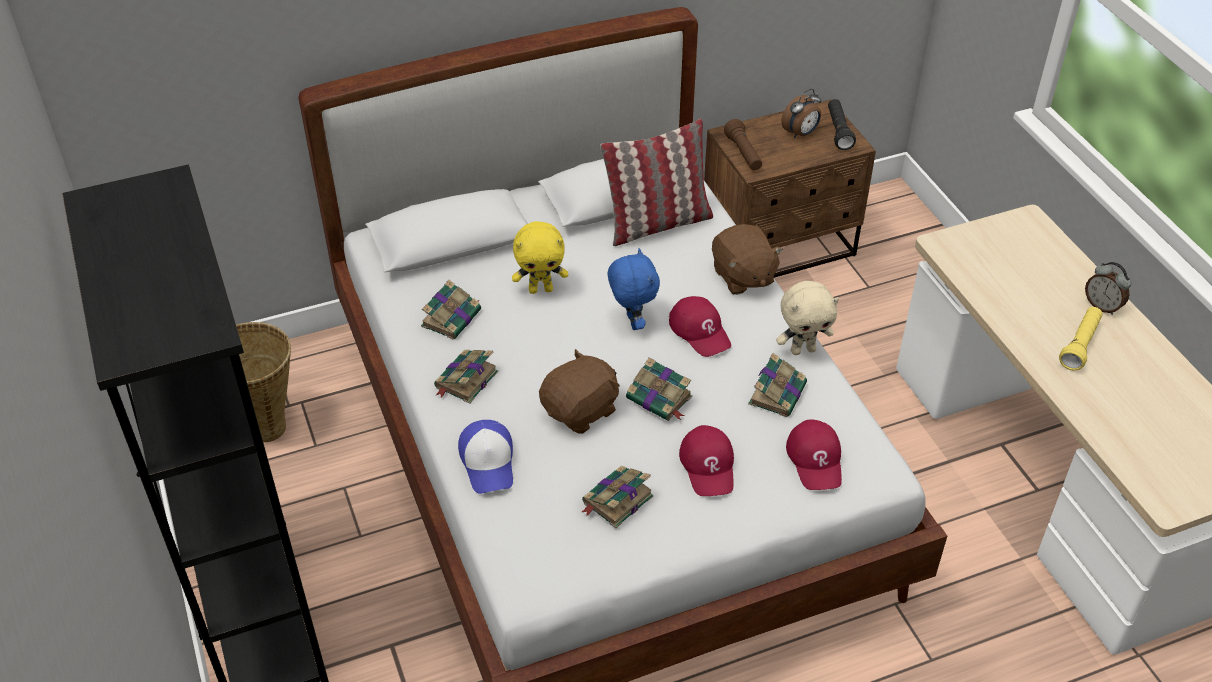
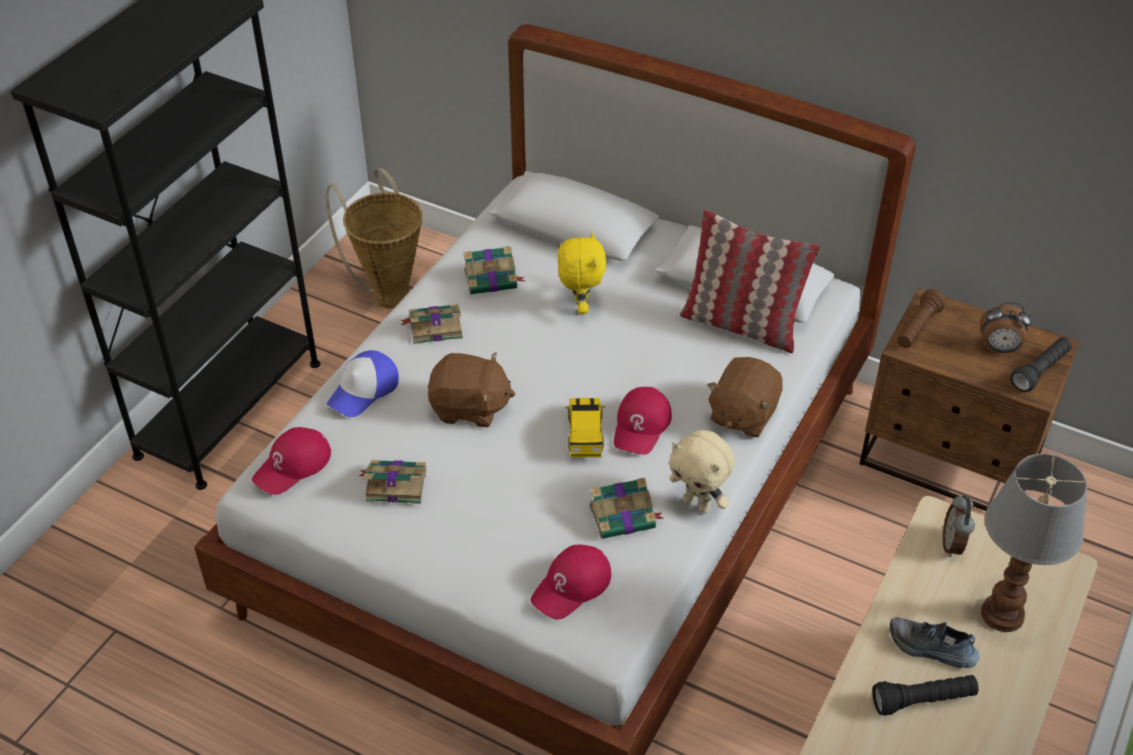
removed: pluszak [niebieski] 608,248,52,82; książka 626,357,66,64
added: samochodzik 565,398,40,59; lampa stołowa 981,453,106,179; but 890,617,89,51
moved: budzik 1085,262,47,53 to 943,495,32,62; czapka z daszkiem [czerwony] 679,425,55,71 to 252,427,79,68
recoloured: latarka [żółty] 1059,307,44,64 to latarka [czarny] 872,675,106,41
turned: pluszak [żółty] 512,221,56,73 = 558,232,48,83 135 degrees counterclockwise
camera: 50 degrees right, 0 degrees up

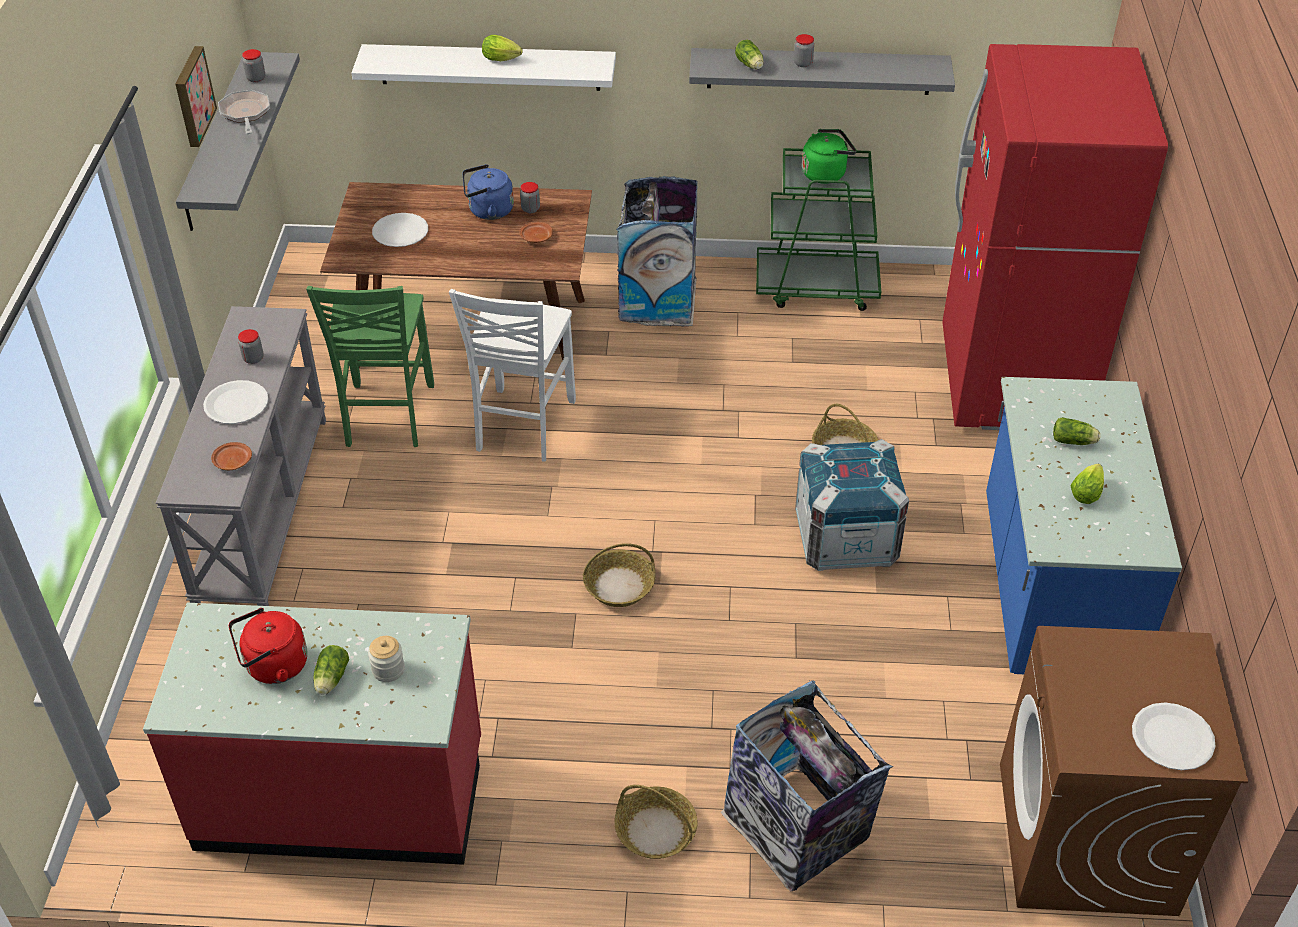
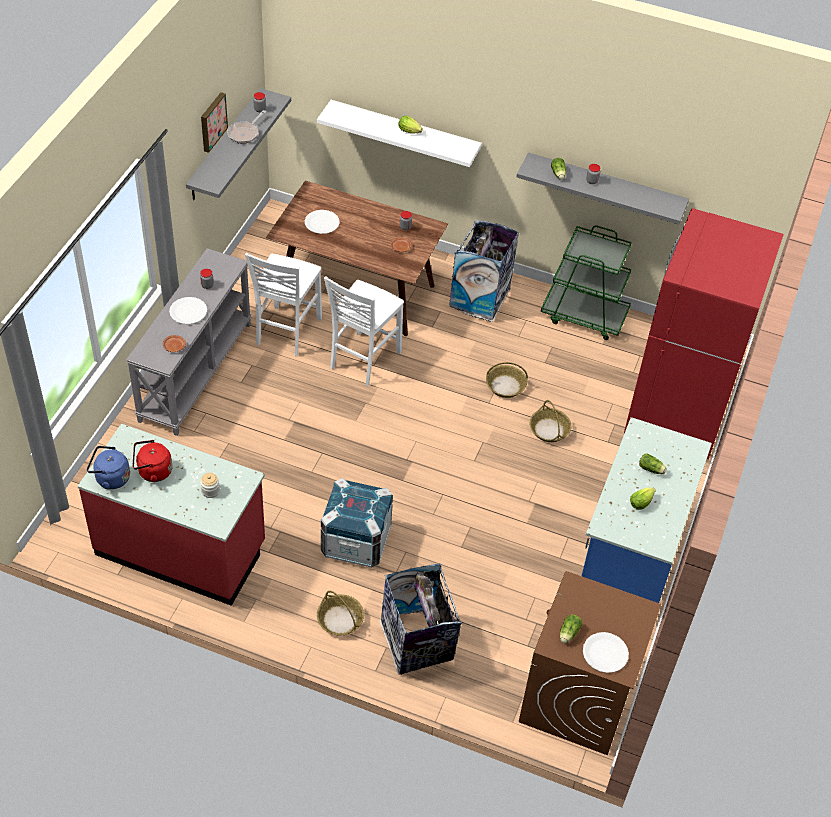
removed: czajnik [zielony] 802,129,55,55
moved: czajnik [niebieski] 462,164,52,56 to 87,446,43,43; skrzynka 795,439,114,132 to 321,478,72,90; koszyk 583,543,73,64 to 486,362,42,36; sałata 313,645,36,50 to 560,614,22,29
recoloured: krzesło [zielony] 306,286,128,161 to krzesło [biały] 245,253,77,103
turned: patelnia 218,90,52,44 = 227,110,39,34 150 degrees counterclockwise
camera: 15 degrees right, 5 degrees up

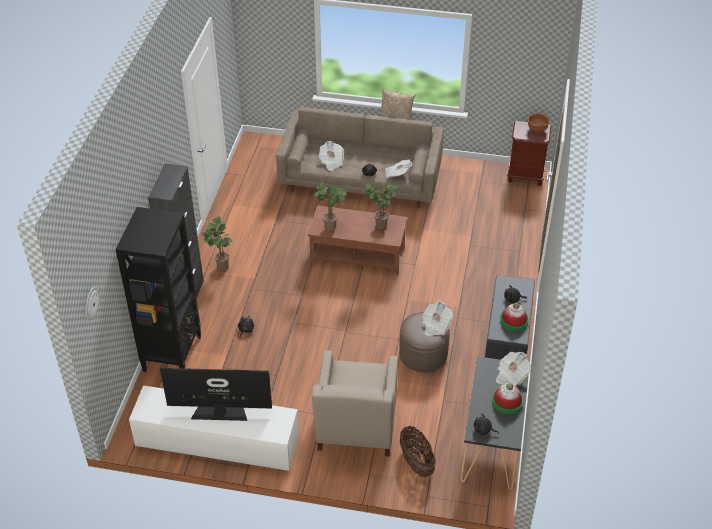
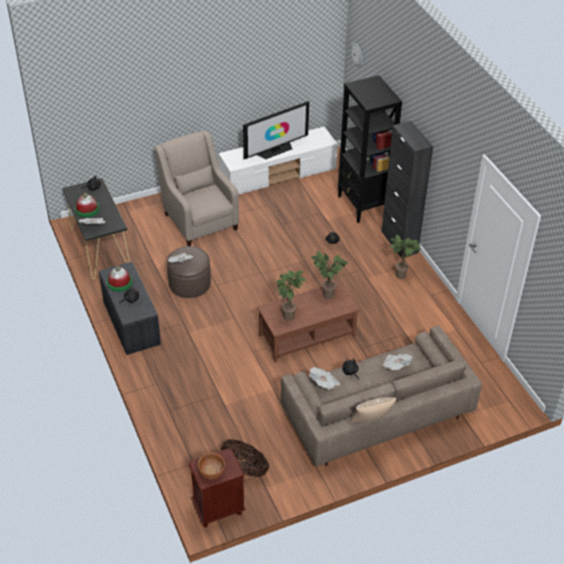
moved: koszyk 400,426,35,51 to 221,439,48,38
camera: 145 degrees right, 0 degrees up

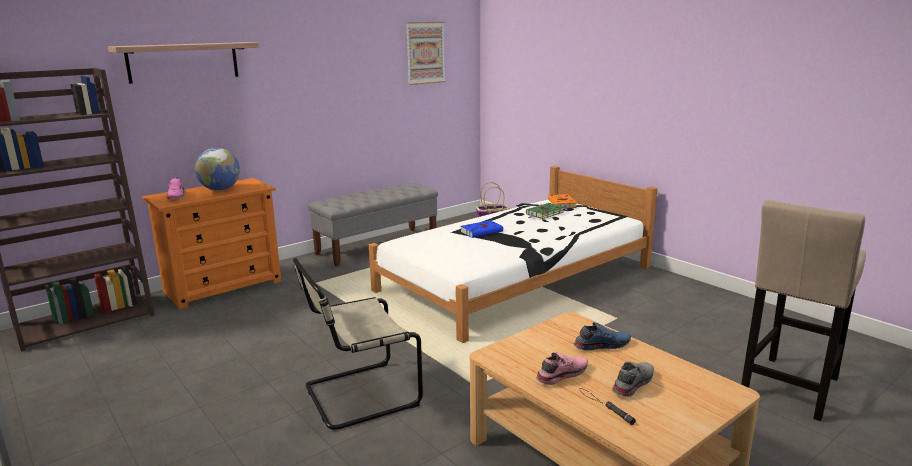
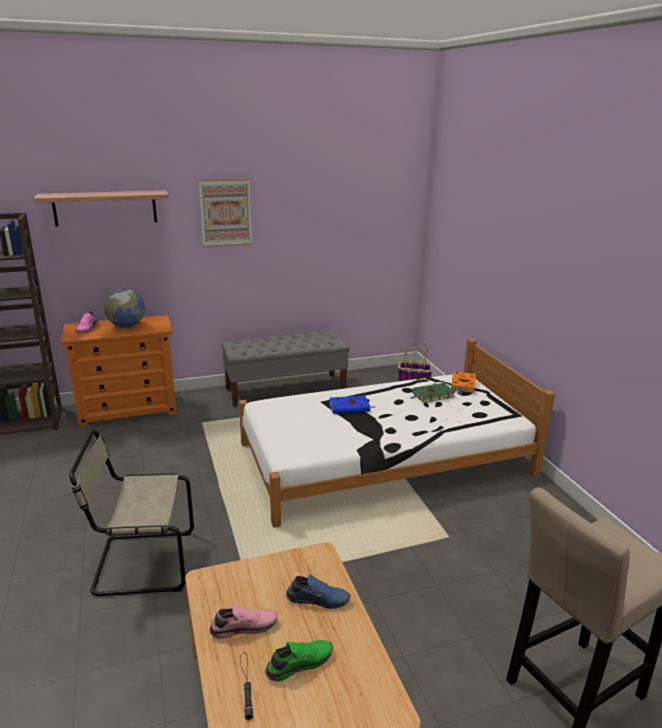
moved: obraz 406,22,39,63 to 199,178,53,69
recoloured: but [szary] 612,361,42,36 to but [zielony] 265,640,68,42
camera: 20 degrees right, 5 degrees up

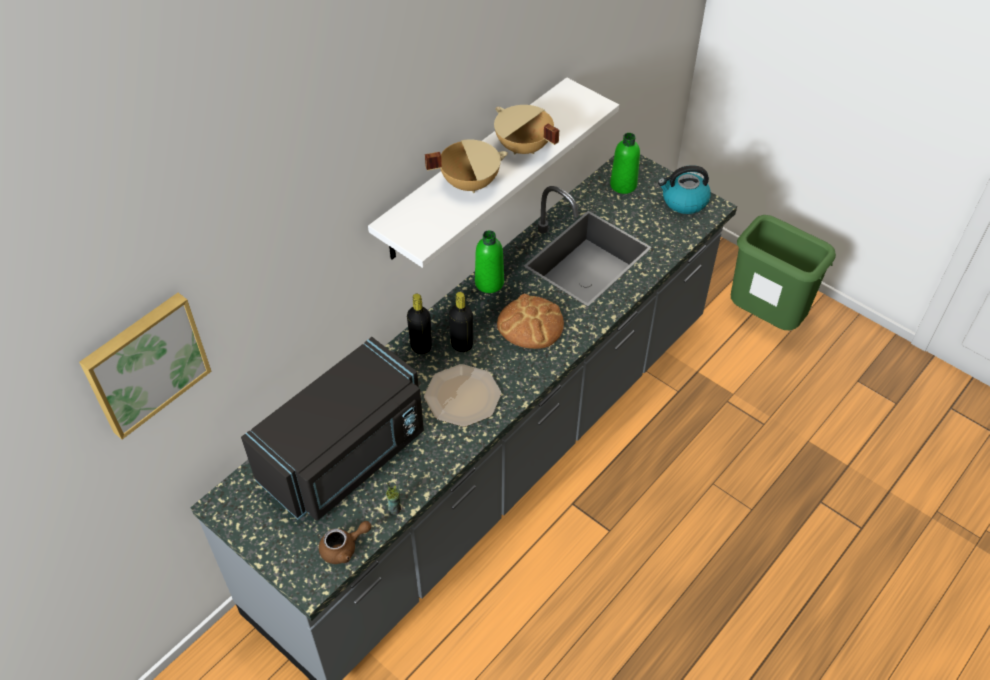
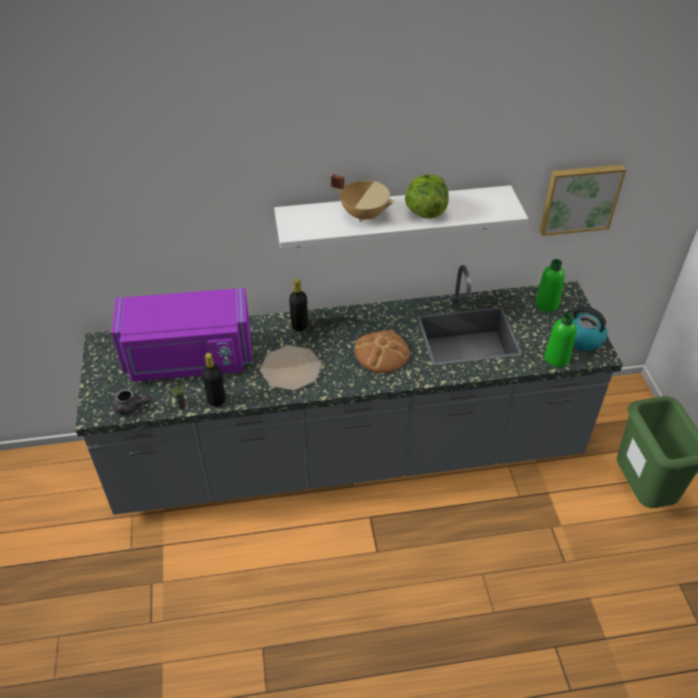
moved: butelka [zielony] 475,230,29,63 to 545,312,32,55; butelka [czarny] 449,292,24,60 to 202,353,23,54; obraz 79,293,132,146 to 539,165,87,71
replaced: garnek [beżowy] 494,105,65,49 to sałata 405,174,44,44
recoloured: mikrofalówka [czarny] 241,337,183,183 to mikrofalówka [fioletowy] 112,288,140,93; imbryk [brązowy] 319,521,52,43 to imbryk [szary] 113,388,38,27
camera: 40 degrees right, 5 degrees down

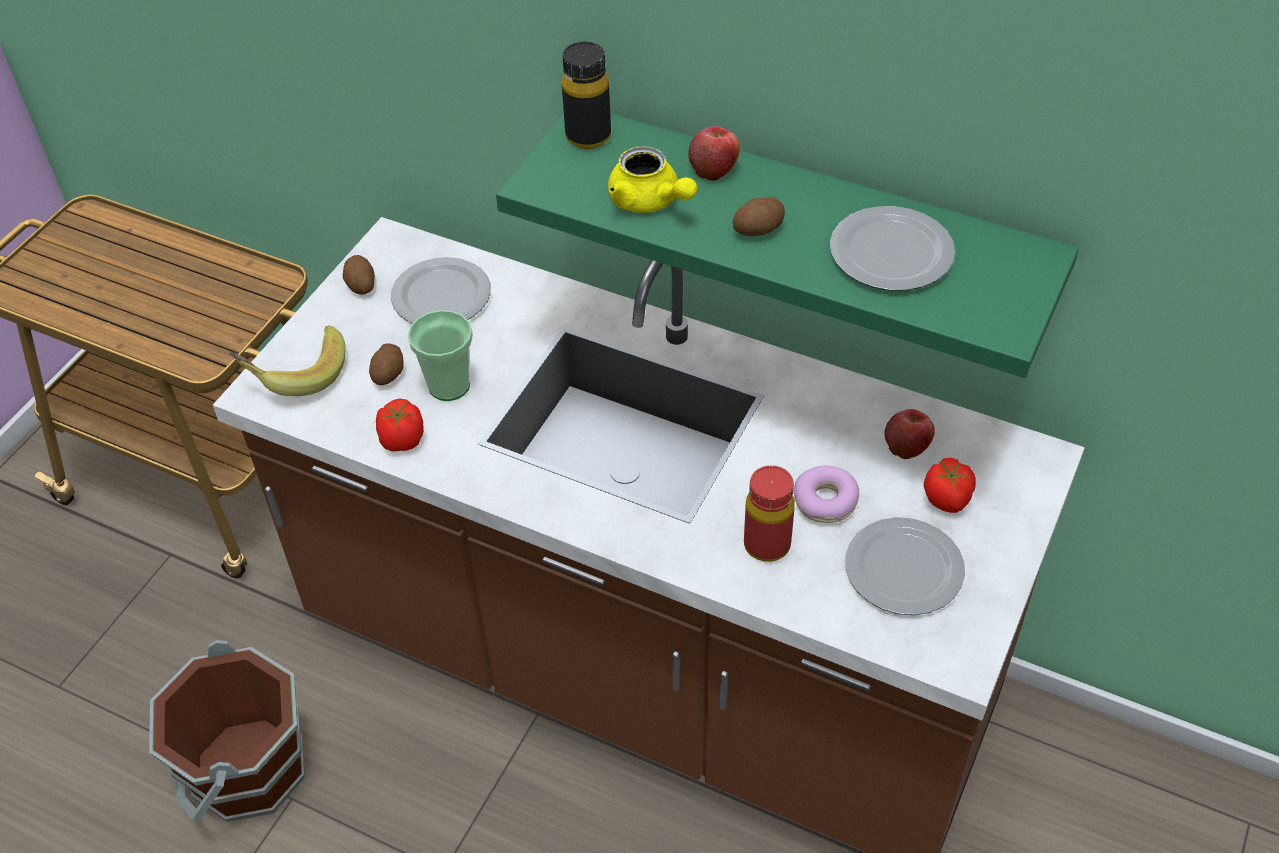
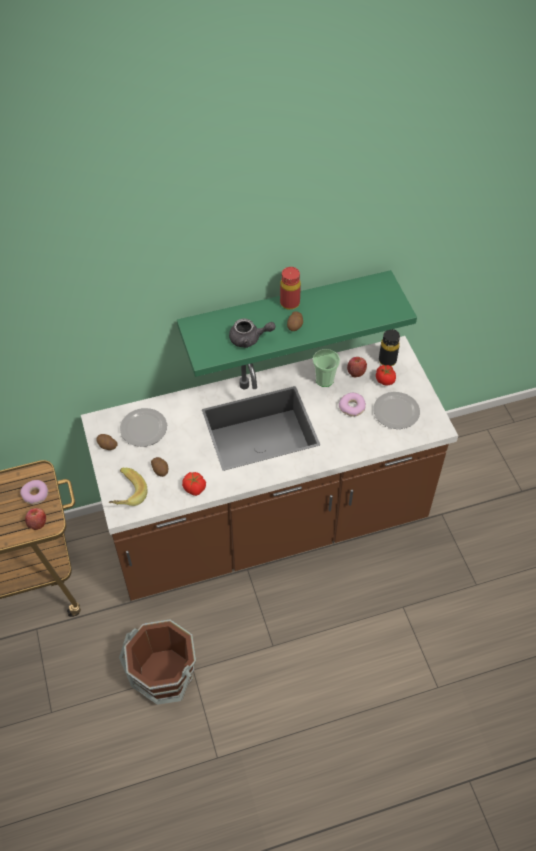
removed: talerz 830,206,125,85
added: donut 20,480,28,24
moved: butelka [czarny] 562,42,49,107 to 379,329,21,37; jabłko 688,126,52,55 to 25,508,21,22; filiżanka 408,310,65,91 to 313,349,27,38; butelka [czerwony] 744,465,51,97 to 280,267,21,43
recoloured: imbryk [żółty] 608,146,90,67 to imbryk [szary] 229,318,47,30
camera: 45 degrees left, 5 degrees up

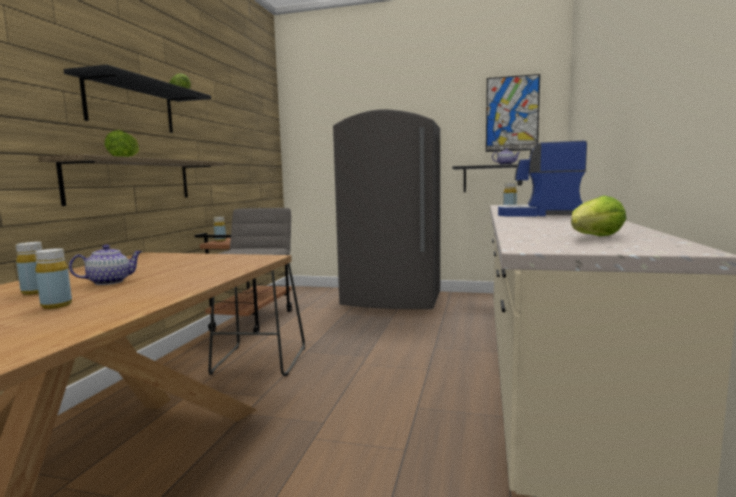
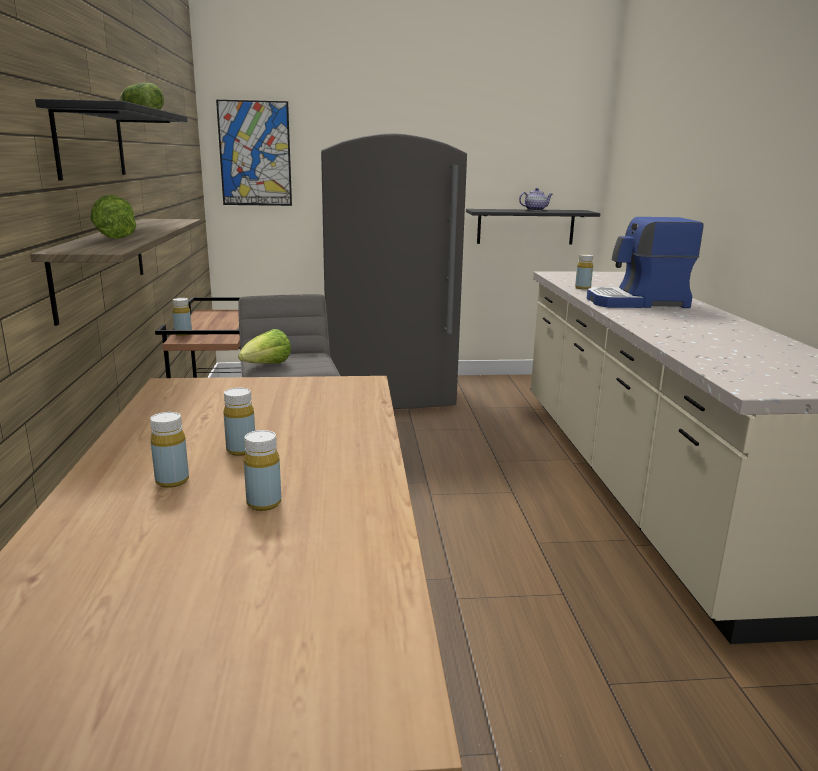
moved: obraz 486,74,54,78 to 216,100,76,106; sałata 571,195,55,41 to 238,329,53,35
replaced: imbryk 69,245,73,40 to butelka [żółty] 224,388,31,68
camera: 20 degrees left, 10 degrees up

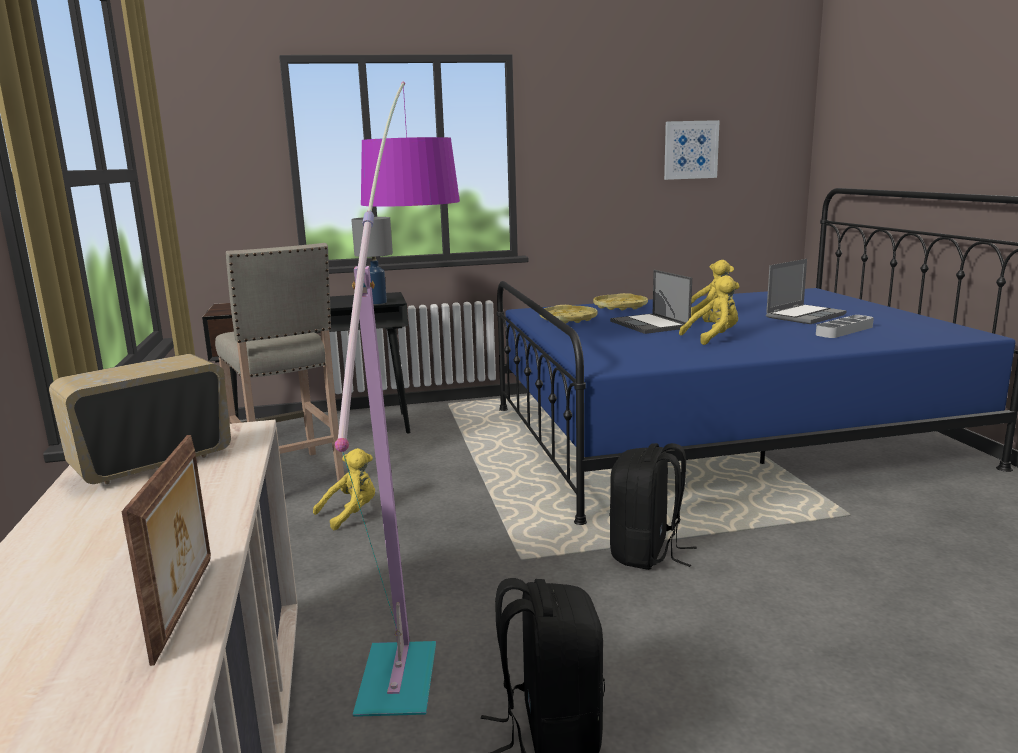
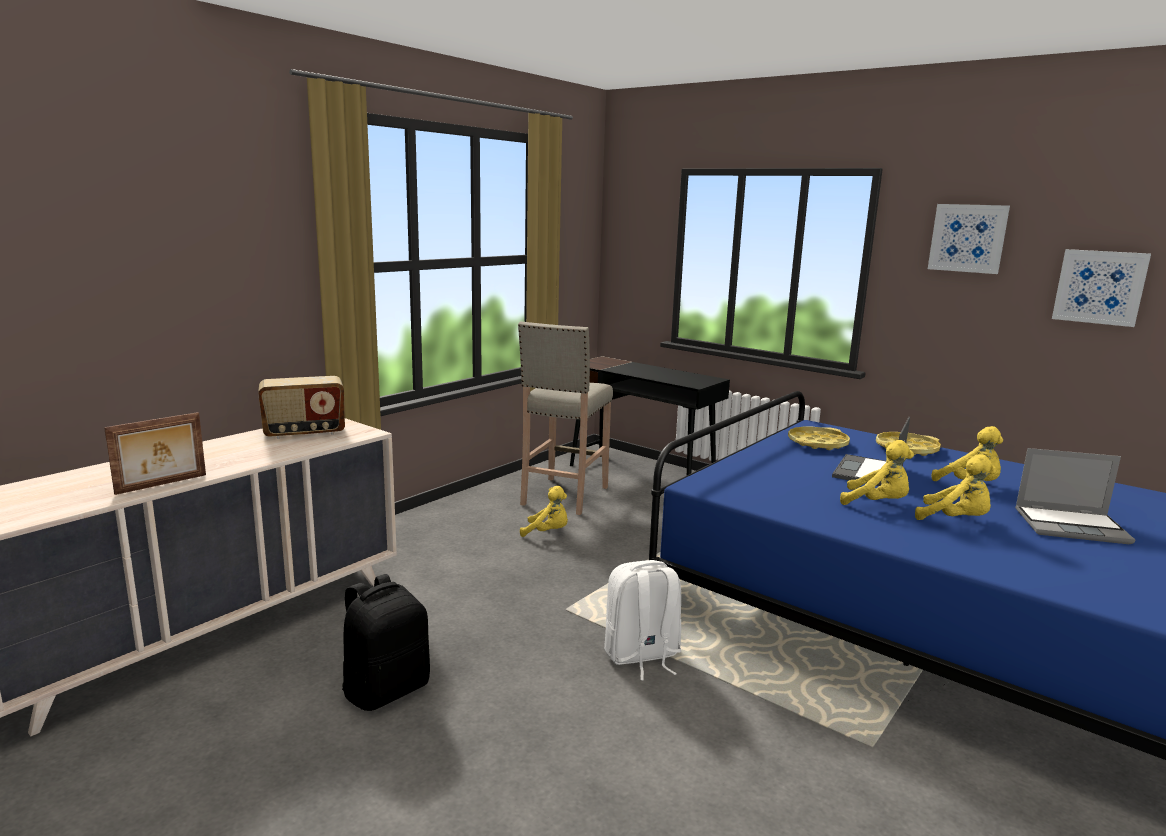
removed: lampa stojąca 335,82,125,635; lampa stołowa [szary] 351,217,42,87; taca [szary] 816,315,58,23
added: obraz 928,204,82,70; pluszak [żółty] 915,454,82,66
recoloured: plecak [czarny] 609,443,88,127 to plecak [biały] 604,560,77,120
turned: radio 49,354,182,130 = 258,376,87,63 150 degrees clockwise
camera: 50 degrees right, 0 degrees up

